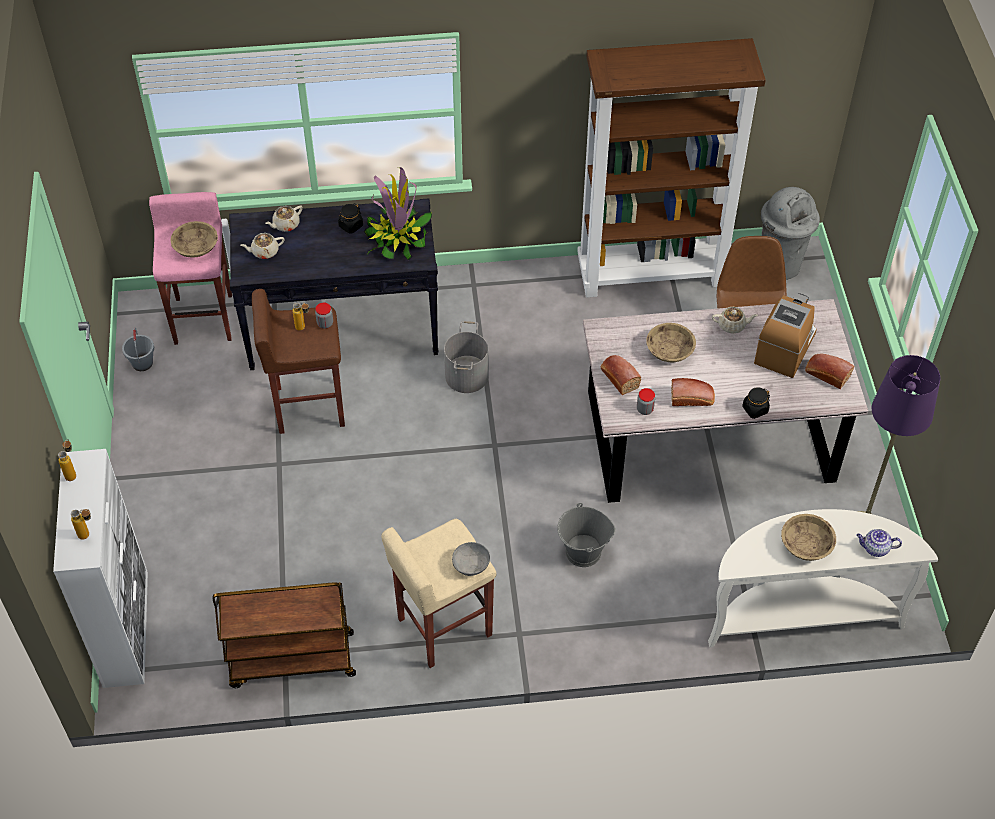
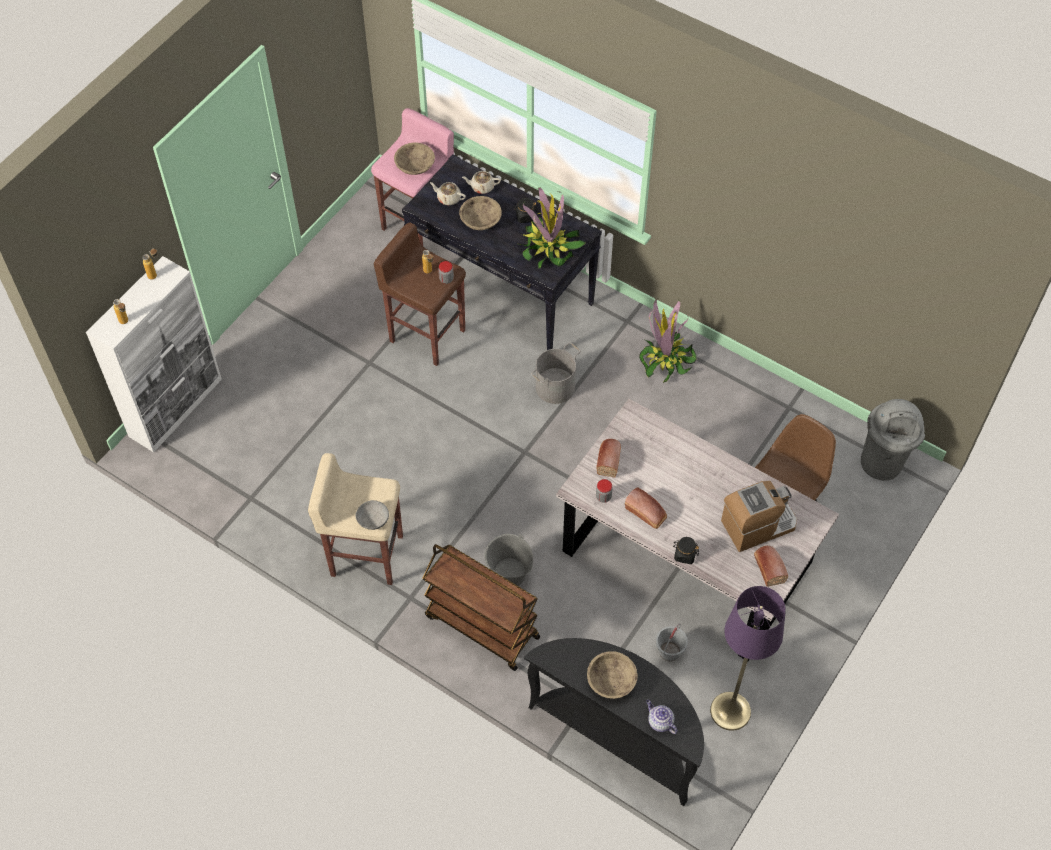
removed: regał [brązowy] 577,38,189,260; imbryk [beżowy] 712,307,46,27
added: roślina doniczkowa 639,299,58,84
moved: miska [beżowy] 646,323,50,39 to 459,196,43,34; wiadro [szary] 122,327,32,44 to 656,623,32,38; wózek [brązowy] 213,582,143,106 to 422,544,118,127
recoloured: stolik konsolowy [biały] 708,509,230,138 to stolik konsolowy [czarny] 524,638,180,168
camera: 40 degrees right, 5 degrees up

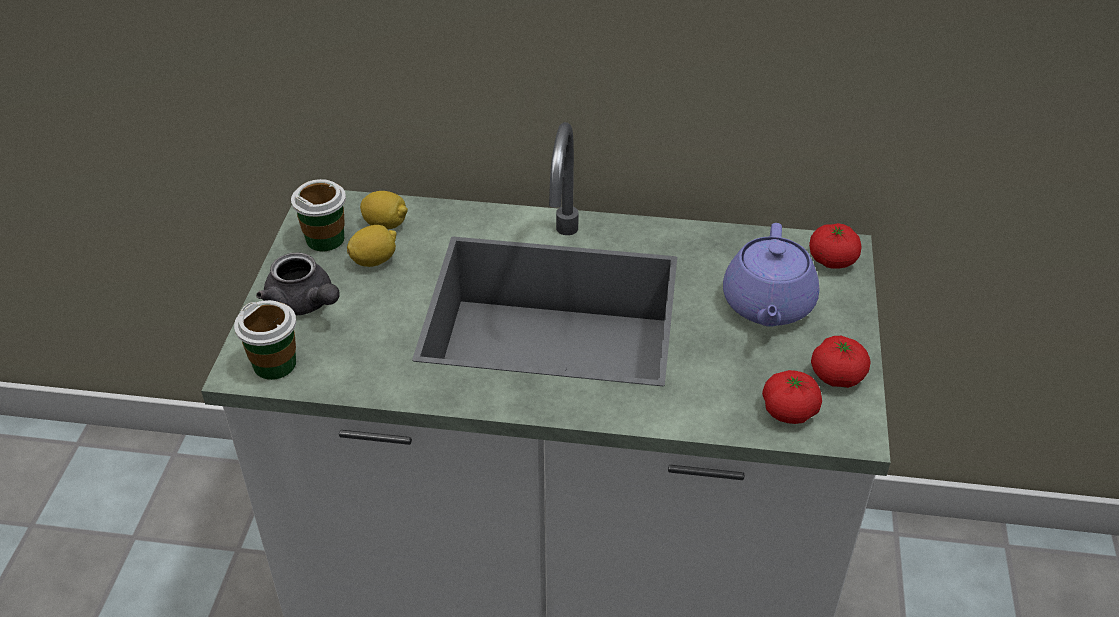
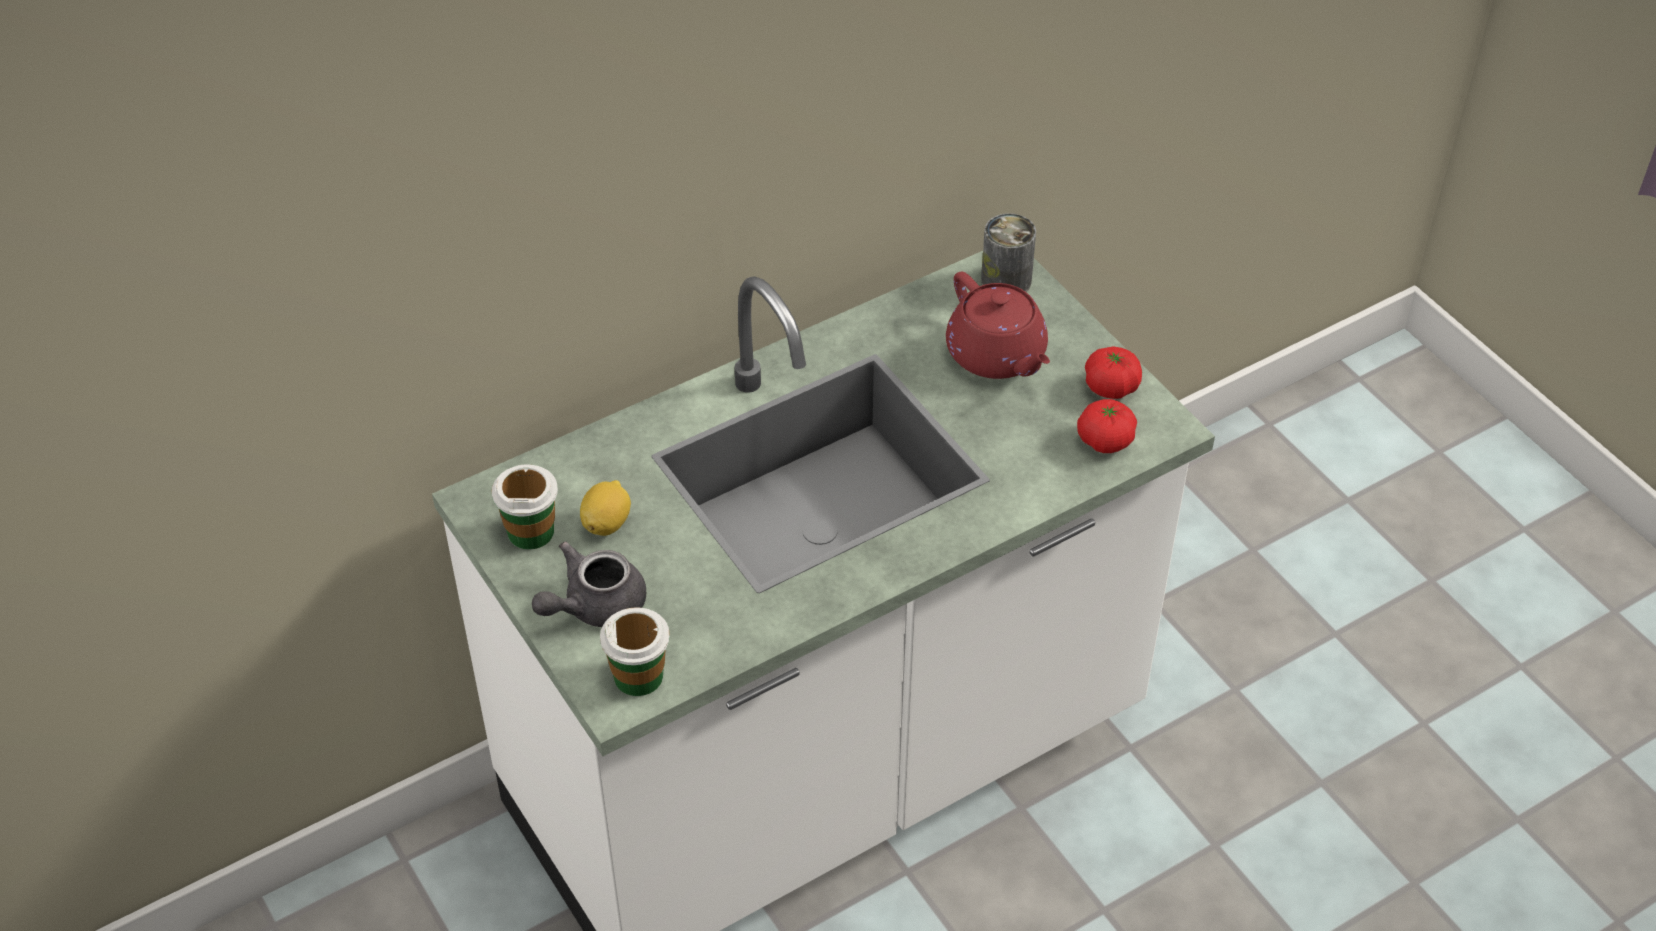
removed: cytryna 360,191,48,39
replaced: pomidor 809,223,52,46 to puszka 981,213,55,79
recoloured: imbryk [fioletowy] 723,223,96,104 to imbryk [czerwony] 946,272,104,107
turned: imbryk [szary] 256,253,84,63 = 532,542,114,85 135 degrees clockwise
camera: 40 degrees left, 5 degrees up

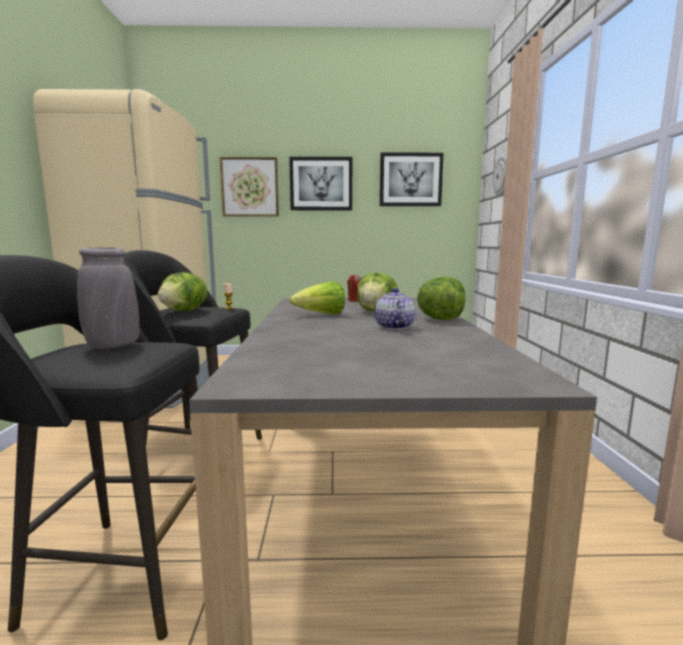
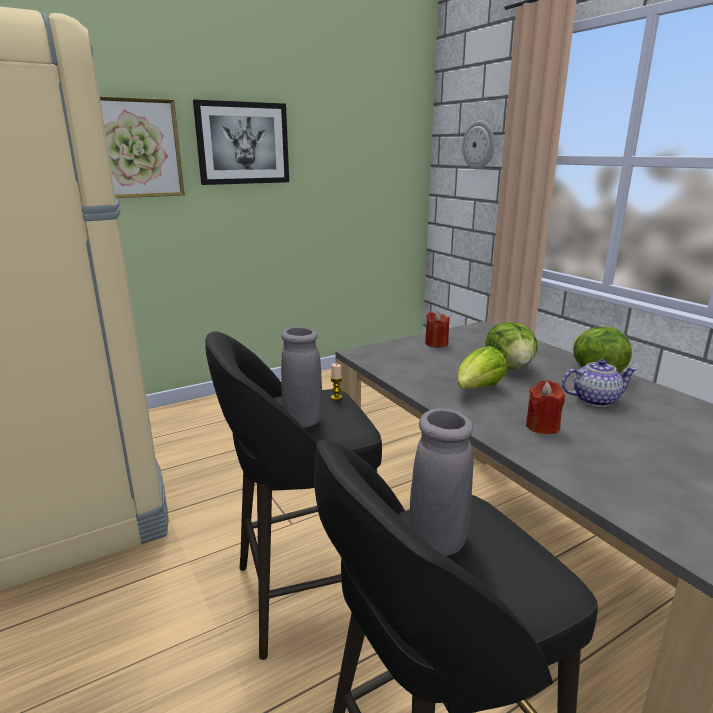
removed: obraz 380,152,64,54
added: świeca [czerwony] 526,380,39,54
replaced: sałata 157,272,50,39 to wazon [szary] 281,327,42,101
turned: imbryk 375,288,40,42 = 562,359,75,48 120 degrees clockwise
camera: 30 degrees left, 10 degrees up

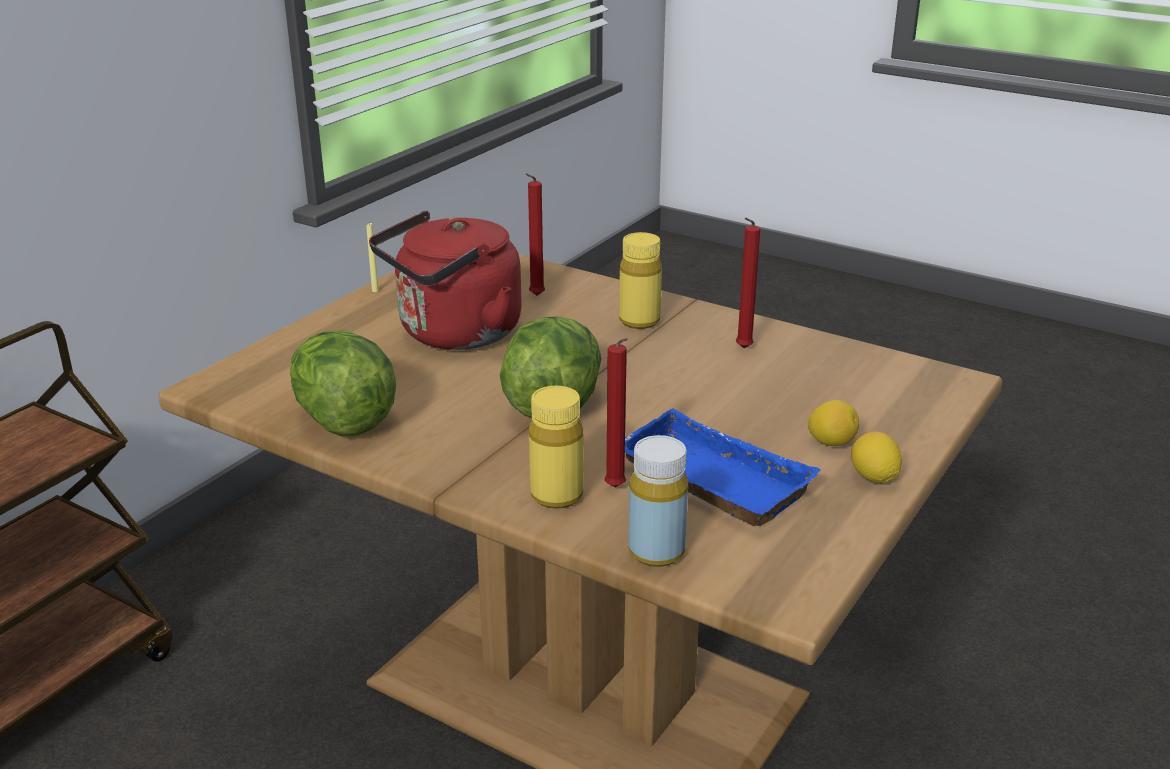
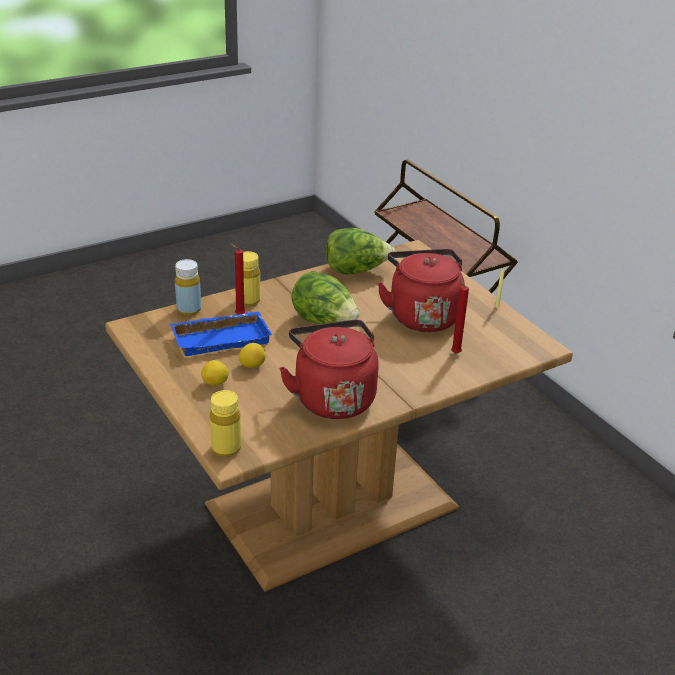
moved: butelka [żółty] 619,232,43,97 to 210,390,31,67; cytryna 851,431,51,52 to 239,343,27,25
replaced: świeca [czerwony] 736,218,24,130 to czajnik [czerwony] 279,320,100,99
camera: 115 degrees right, 5 degrees up

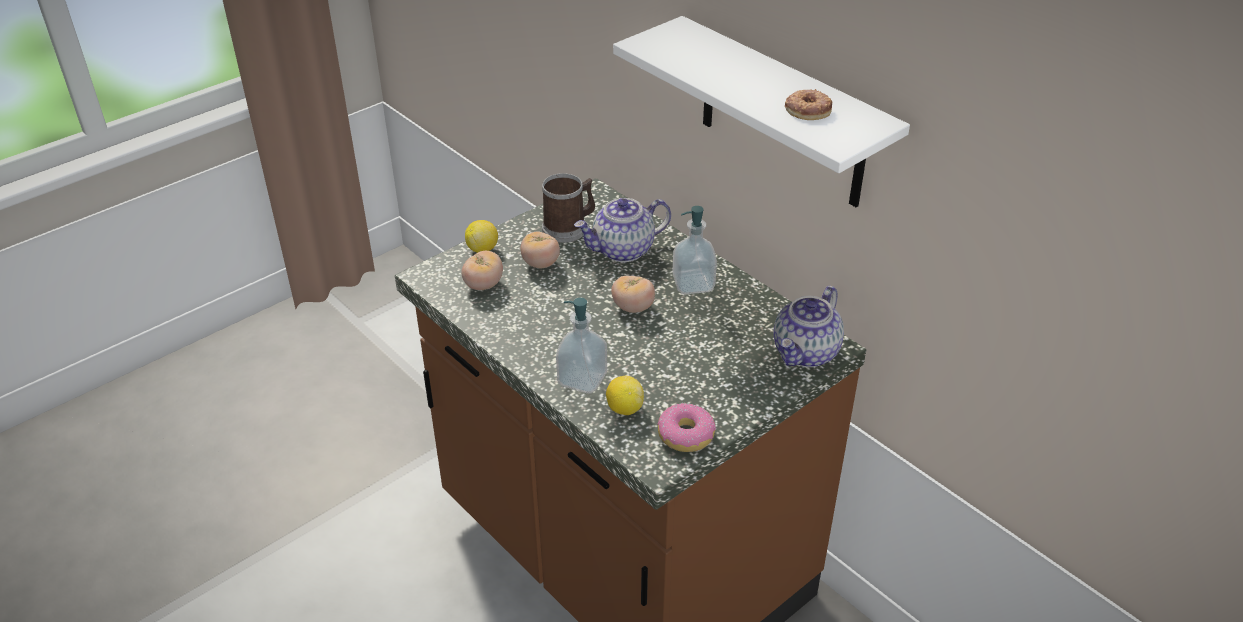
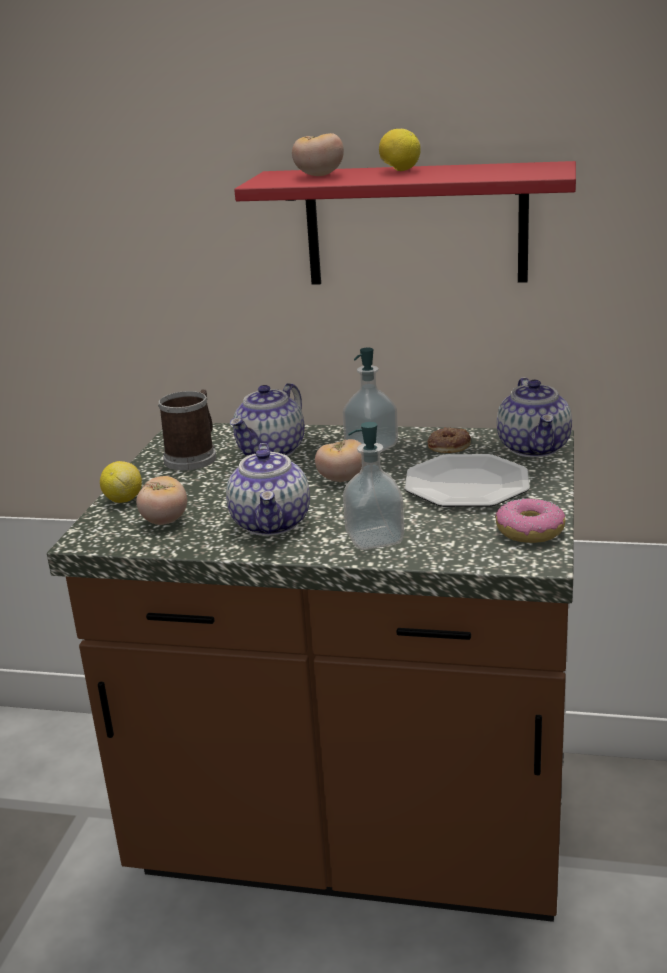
added: imbryk 226,443,84,93; talerz 405,454,125,53
moved: donut 785,89,47,31 to 427,427,44,26; pomidor 521,231,39,37 to 292,133,52,43; cytryna 606,376,38,39 to 379,129,42,42
recoloured: półka [biały] 613,16,297,191 to półka [czerwony] 234,161,342,123
camera: 35 degrees left, 15 degrees down

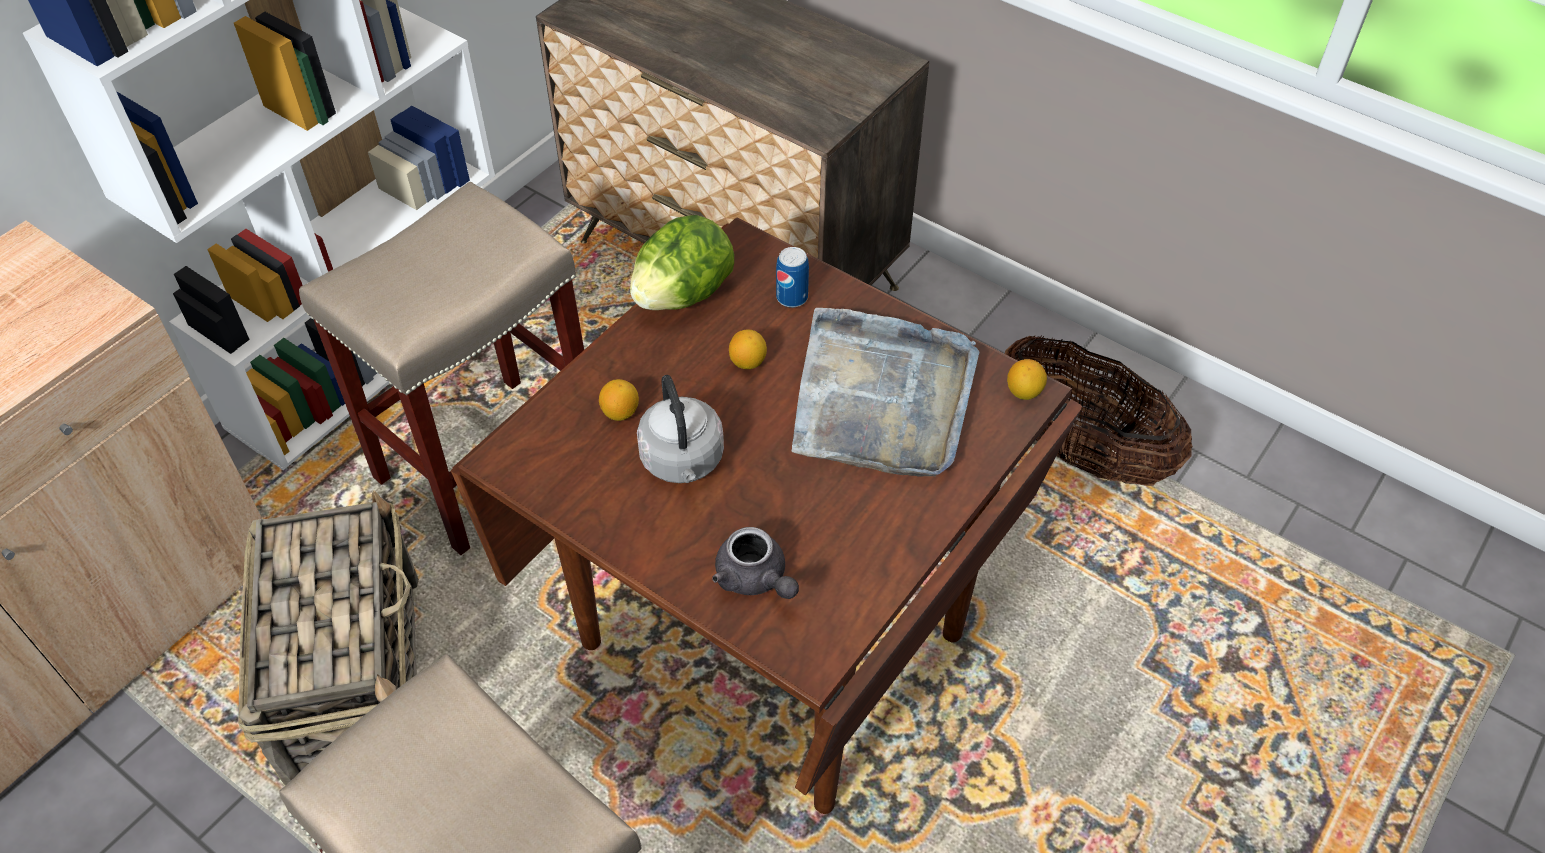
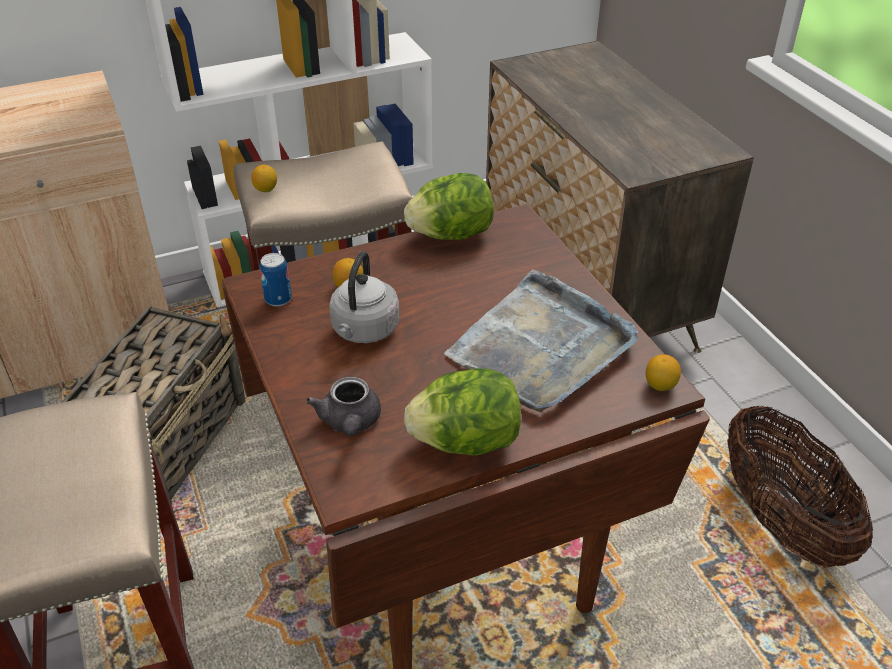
added: sałata 404,368,117,88
moved: puszka 776,247,33,61 to 260,253,32,54; cytryna 729,330,38,39 to 251,165,26,27
camera: 30 degrees right, 10 degrees down

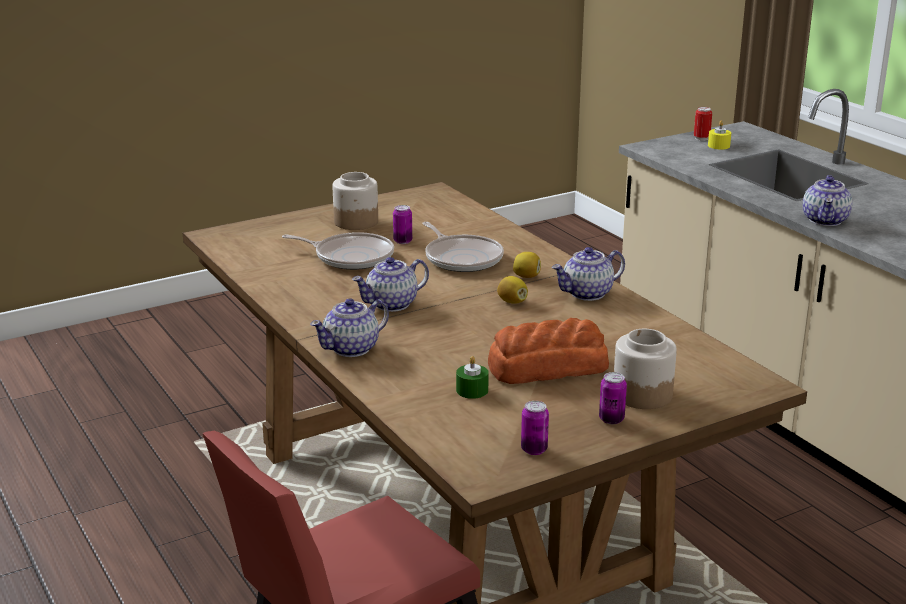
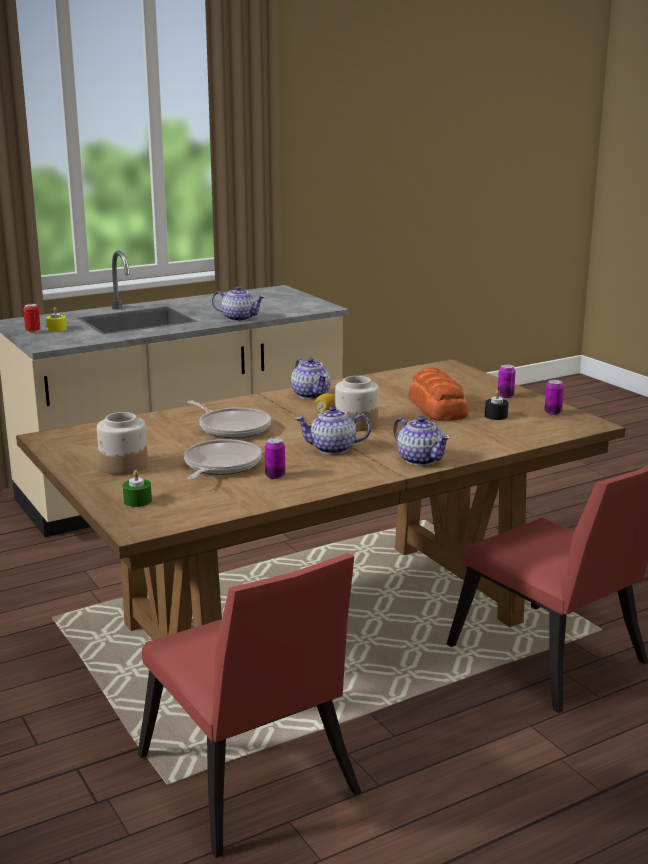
removed: cytryna 513,252,28,26
added: świeca [czarny] 485,390,24,30; krzesło [czerwony] 138,553,223,305
moved: puszka 393,205,19,39 to 265,438,20,41; słoik 614,329,63,80 to 335,376,44,55; świeca [zielony] 456,356,33,43 to 122,470,30,37
turned: patelnia 423,222,81,50 = 187,400,84,38 75 degrees clockwise; imbryk 352,257,77,55 = 295,406,76,48 120 degrees clockwise
camera: 90 degrees left, 5 degrees down

